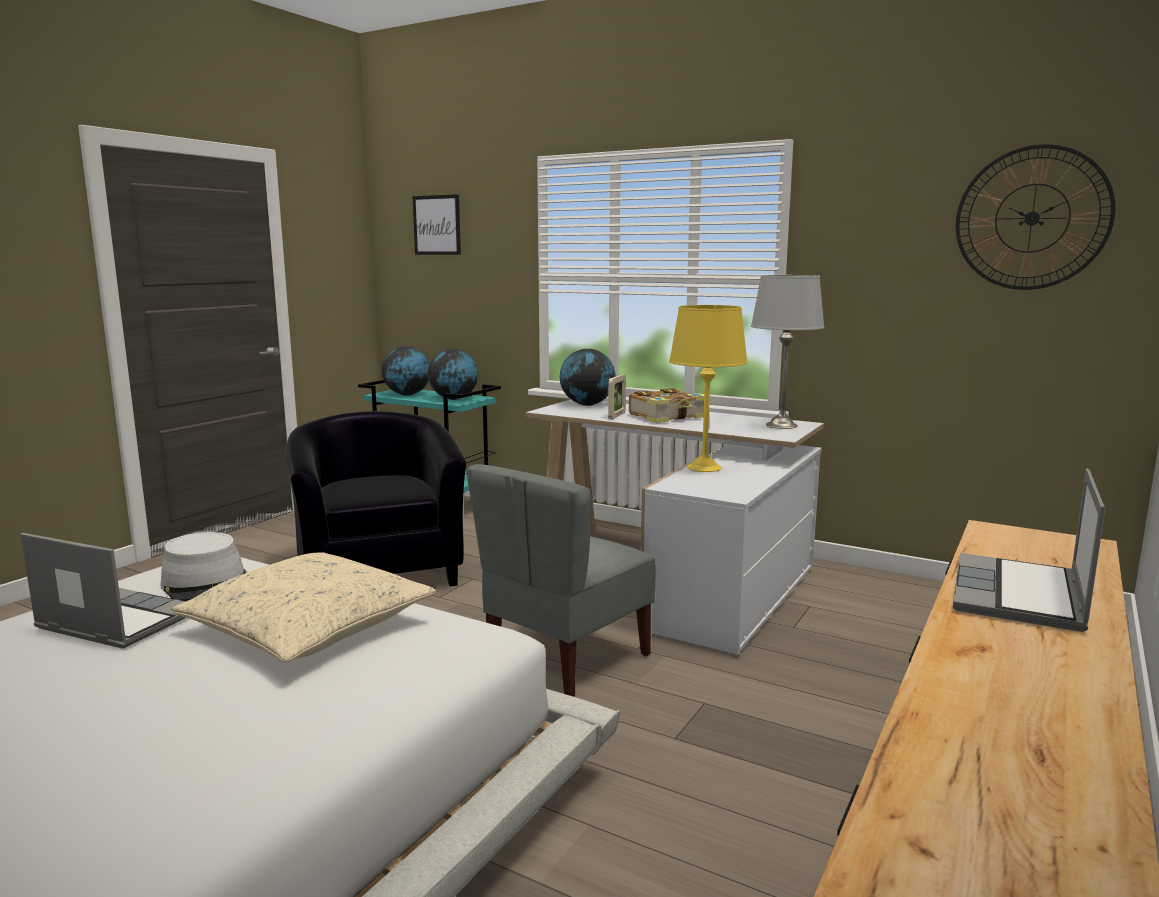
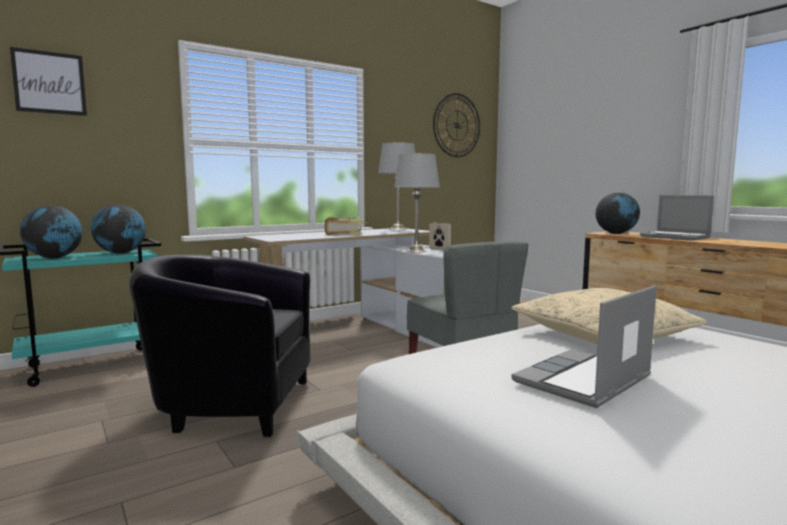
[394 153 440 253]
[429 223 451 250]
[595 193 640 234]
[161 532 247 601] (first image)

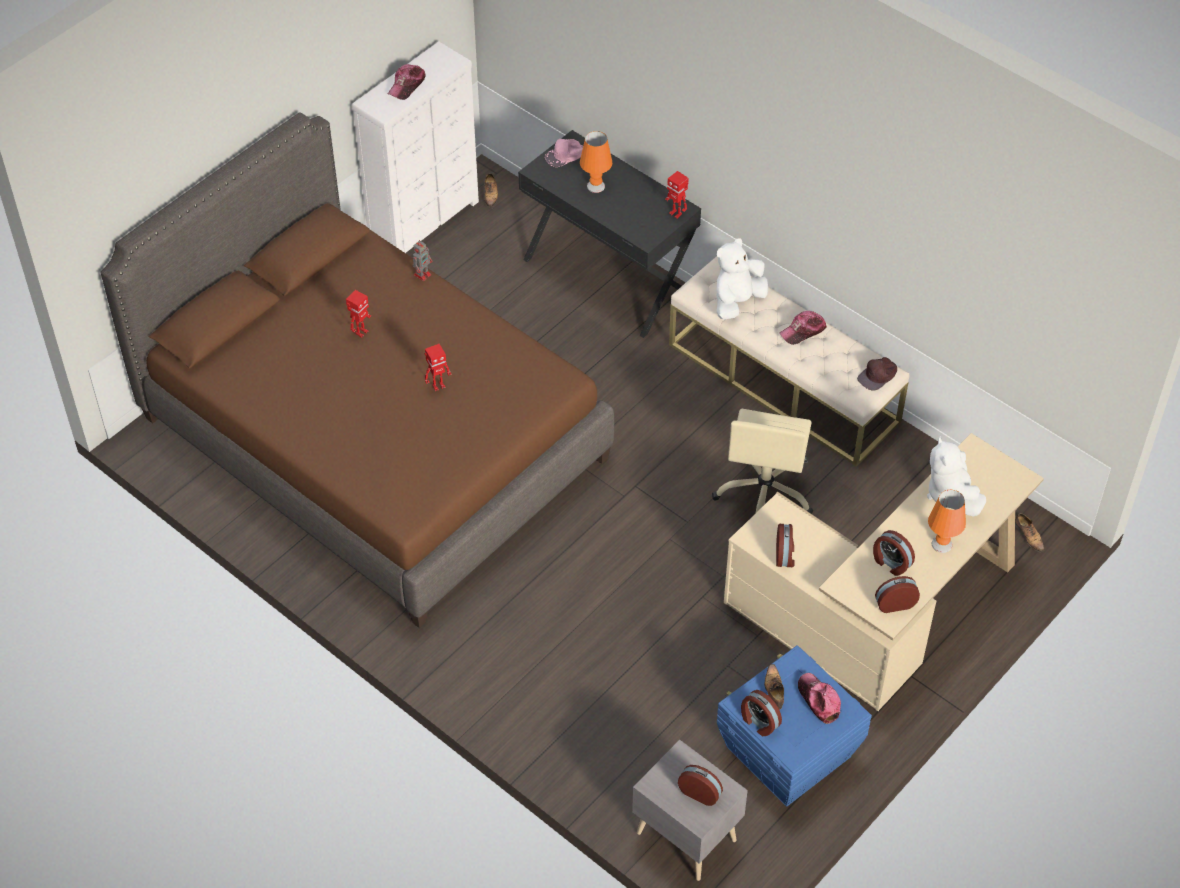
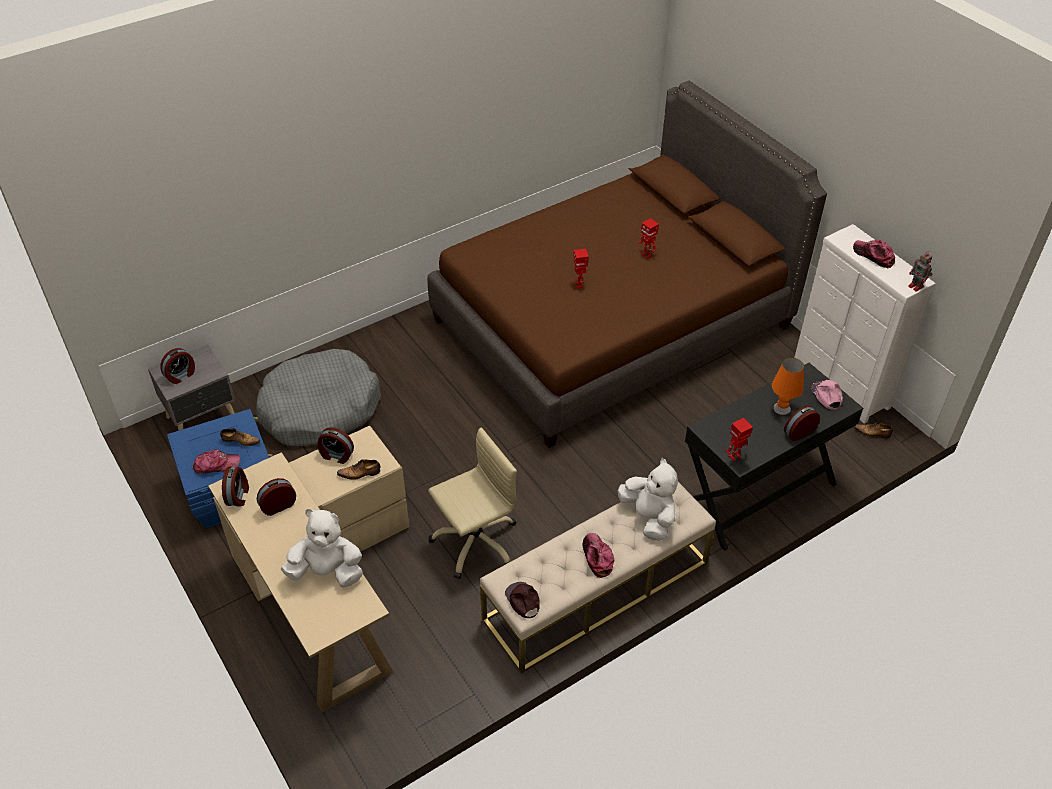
[256 349 381 446]
[337 459 380 480]
[428 428 517 579]
[784 406 820 441]
[908 251 932 292]
[928 490 966 553] (first image)

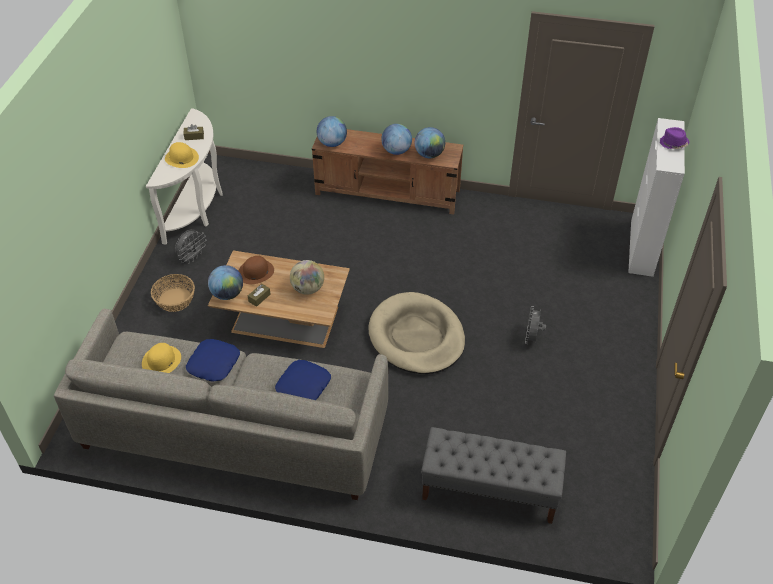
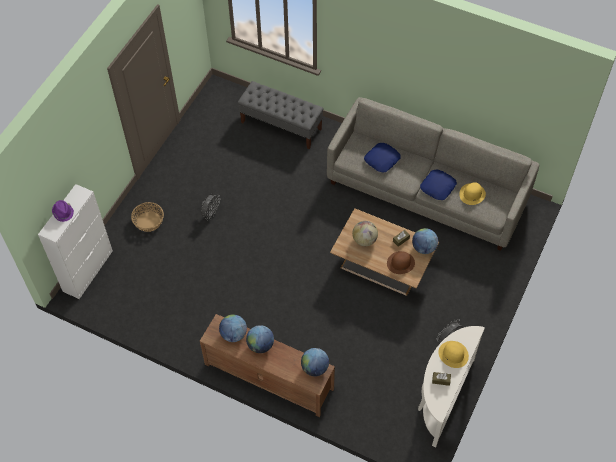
[131 202 164 232]
[368 292 465 374] (first image)

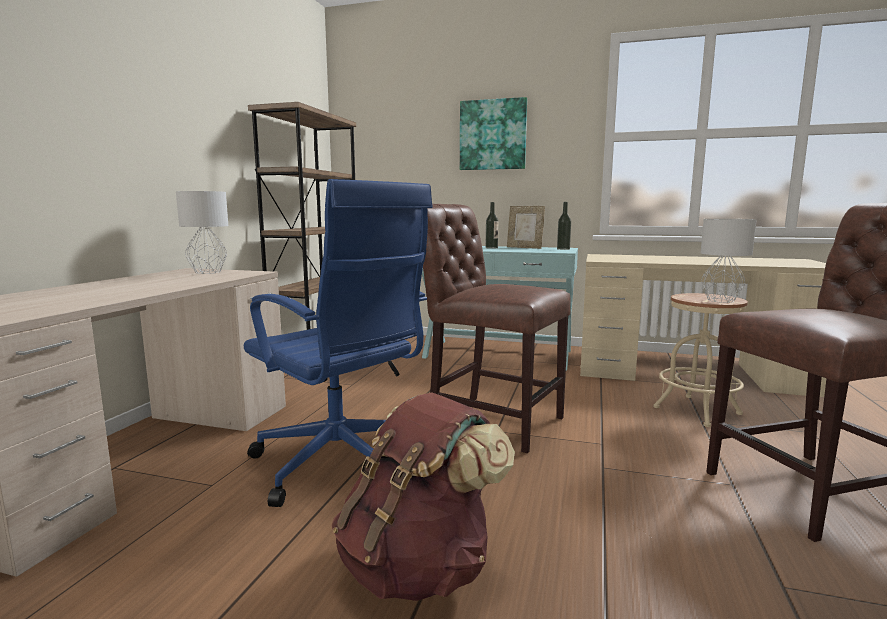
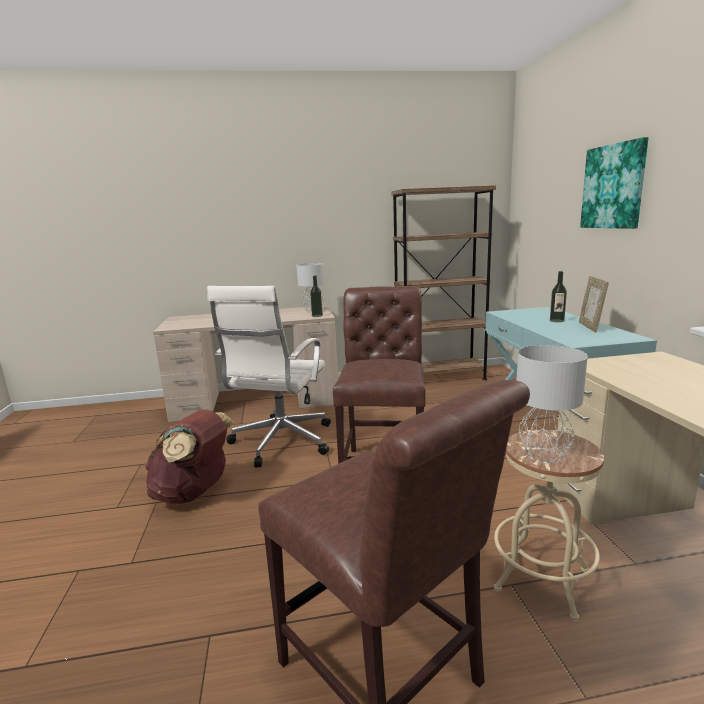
[207 286 331 467]
[310 276 323 317]

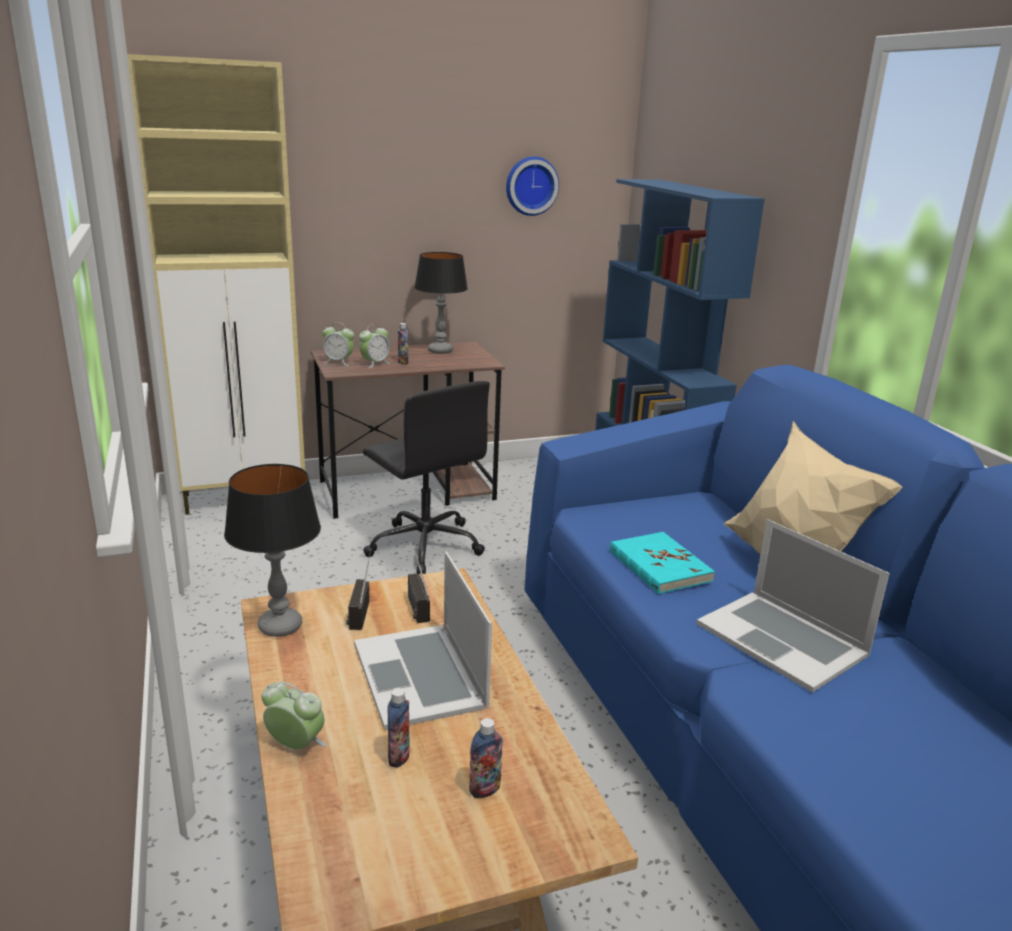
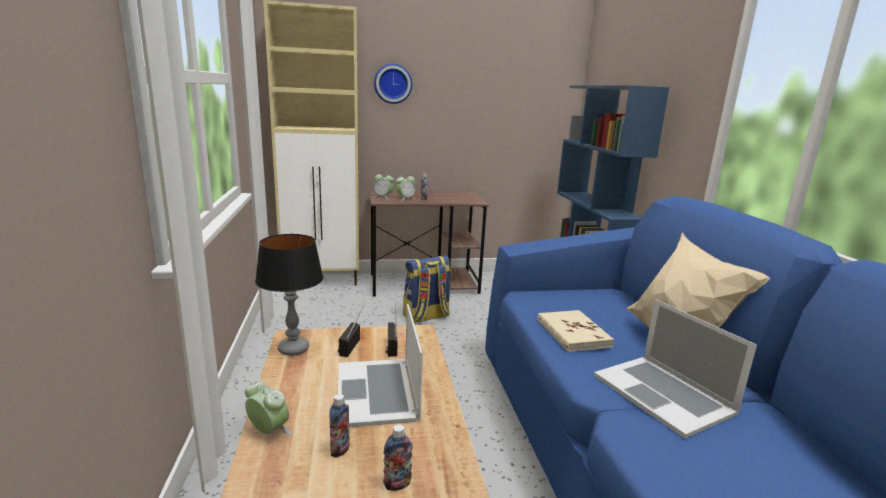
[374 64 412 104]
[403 256 451 323]
[537 310 614 352]
[414 252 468 354] (first image)

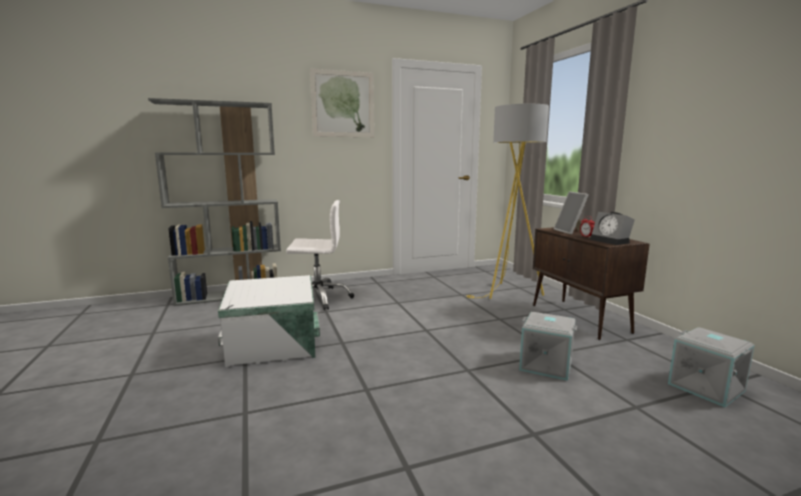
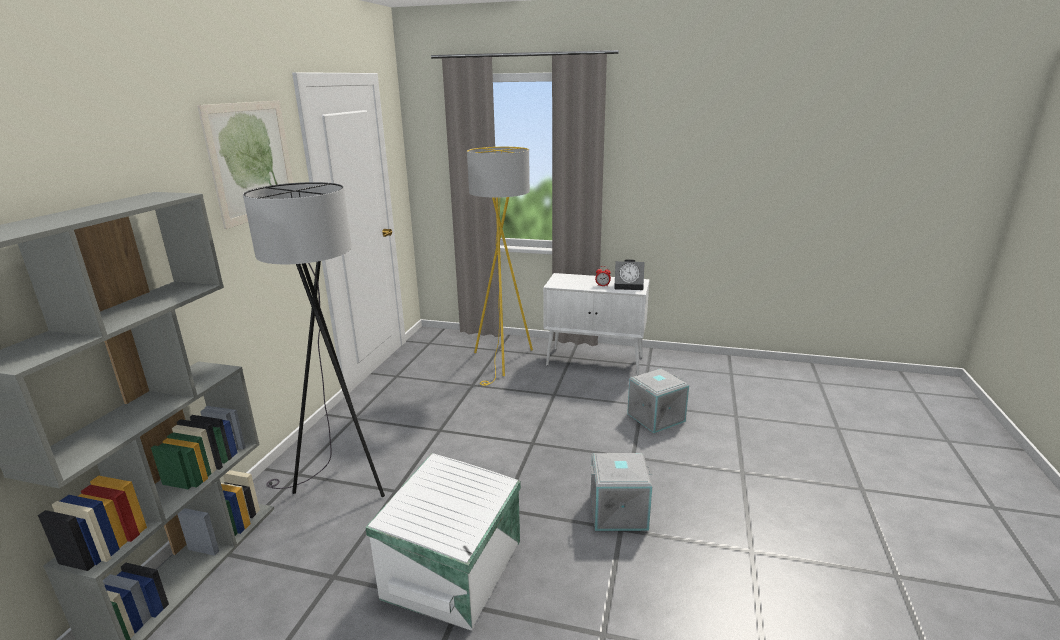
[243 182 385 497]
[543 273 650 375]
[590 453 653 531]
[554 191 589 235] (first image)

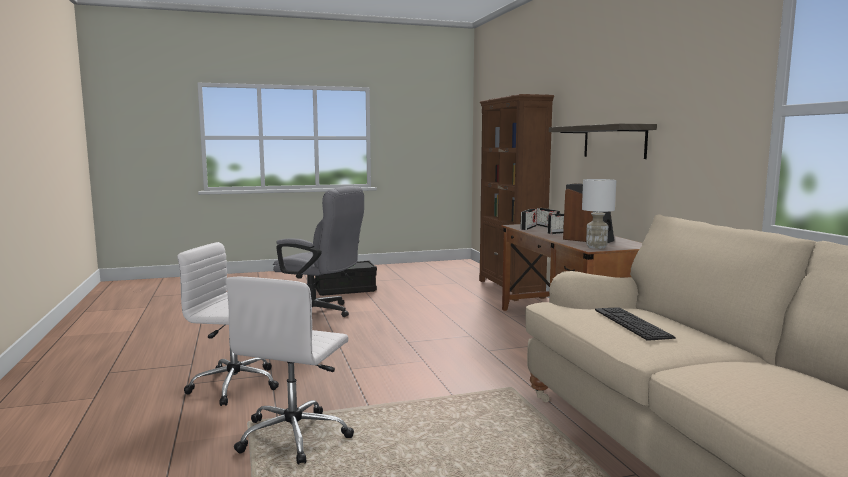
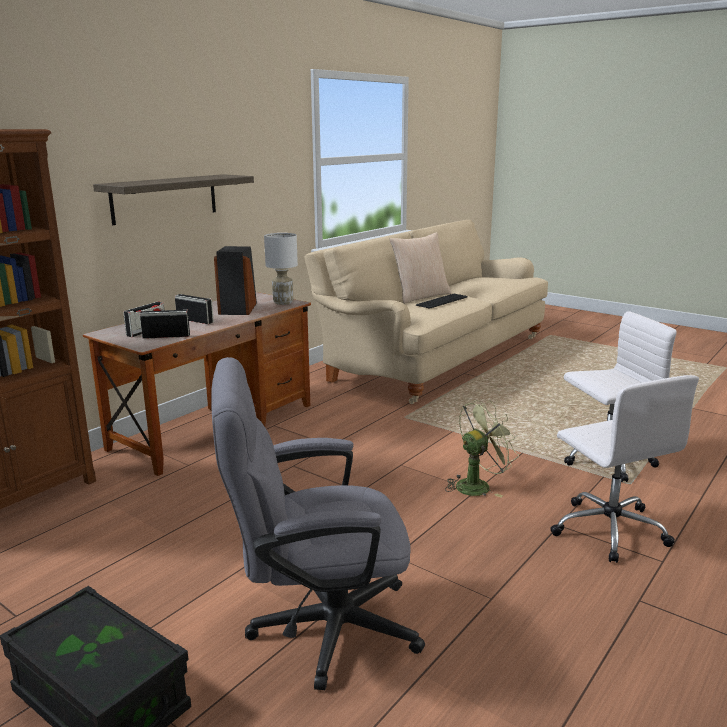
[211 357 425 690]
[389 232 451 304]
[445 400 519 497]

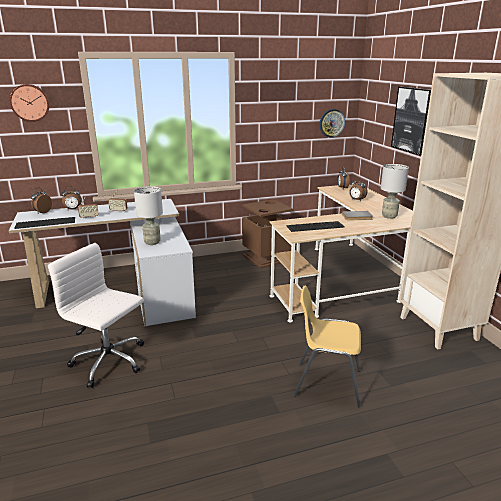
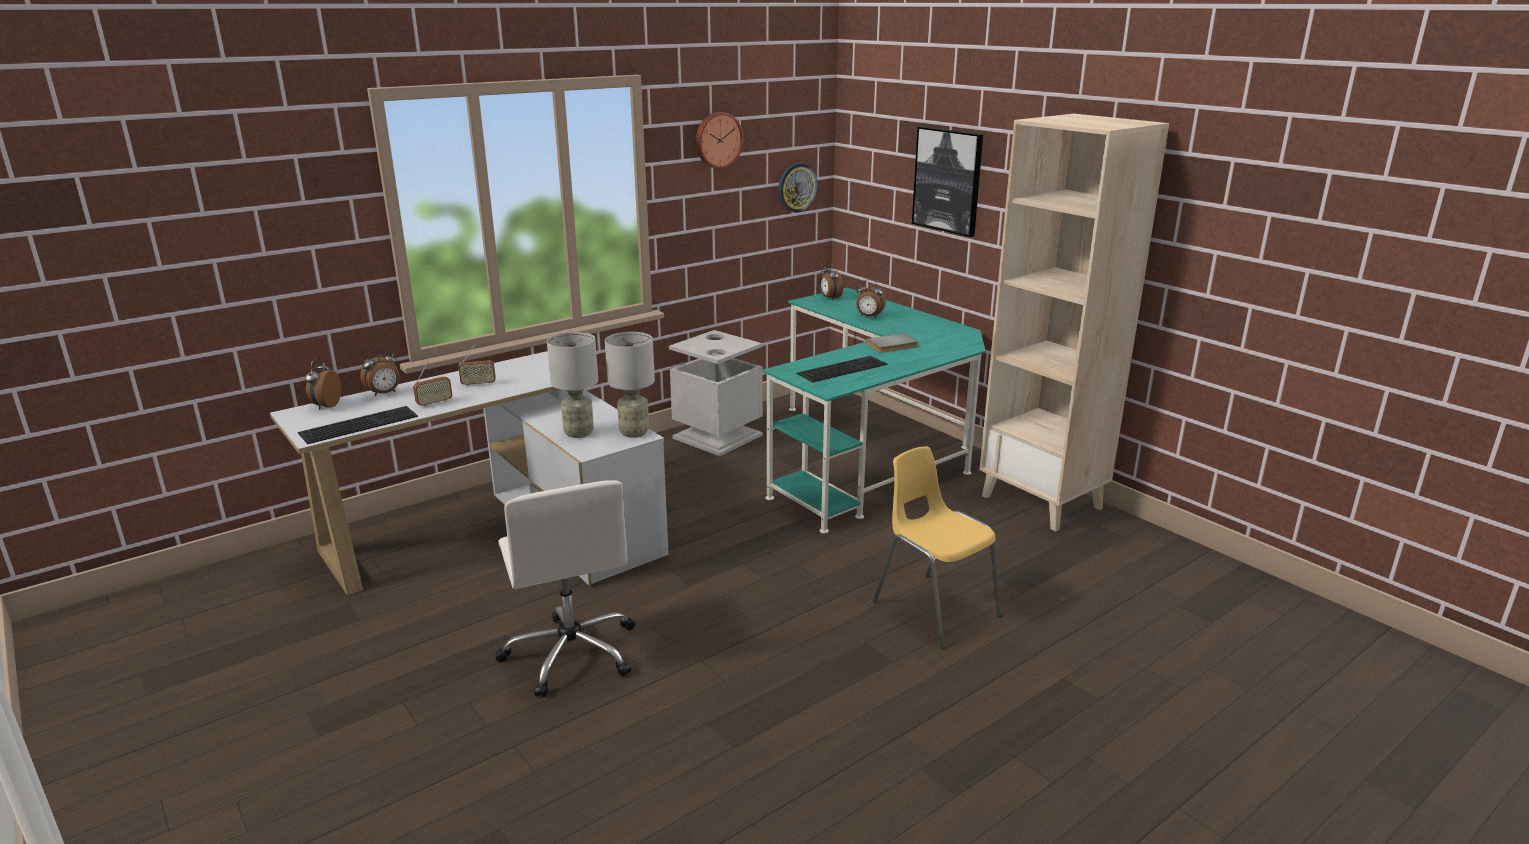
[495 480 635 697]
[605 332 655 438]
[669 330 763 456]
[696 112 744 169]
[763 288 986 534]
[873 446 1002 648]

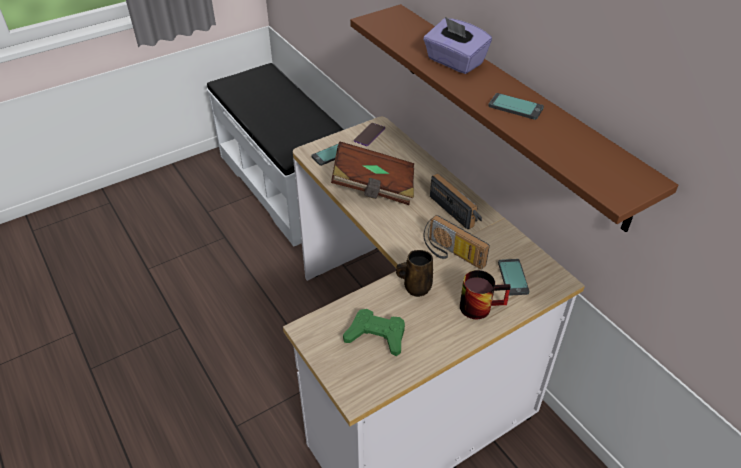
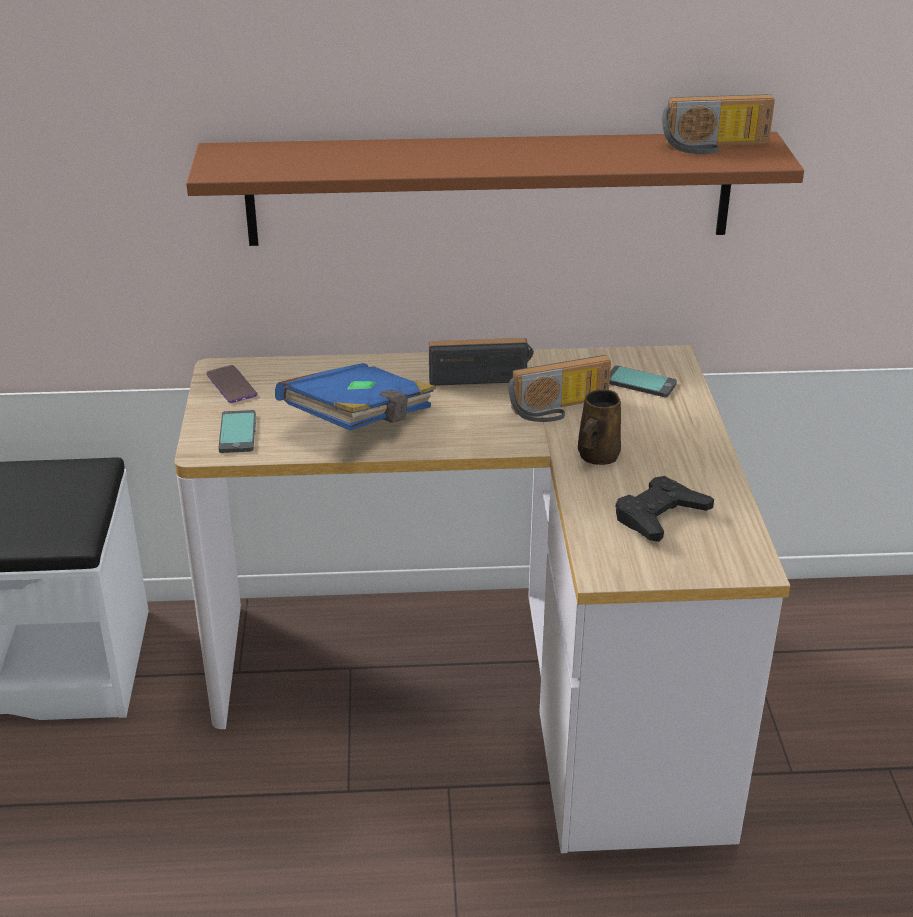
[275 363 436 431]
[616 476 714 542]
[662 94 775 154]
[423 17 492 74] (first image)
[460 270 511 319] (first image)
[489 93 544 120] (first image)

